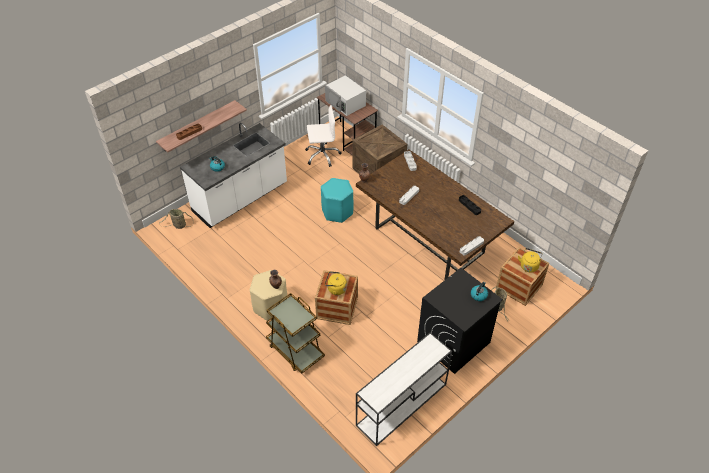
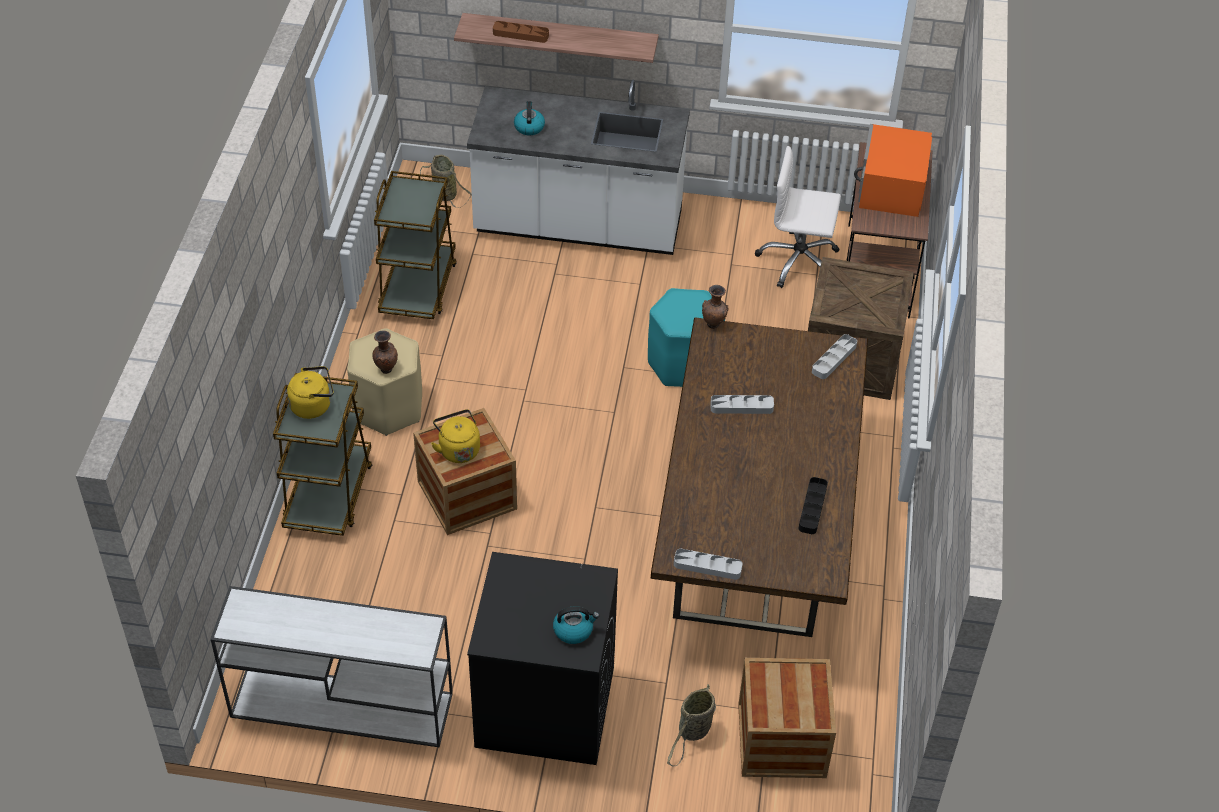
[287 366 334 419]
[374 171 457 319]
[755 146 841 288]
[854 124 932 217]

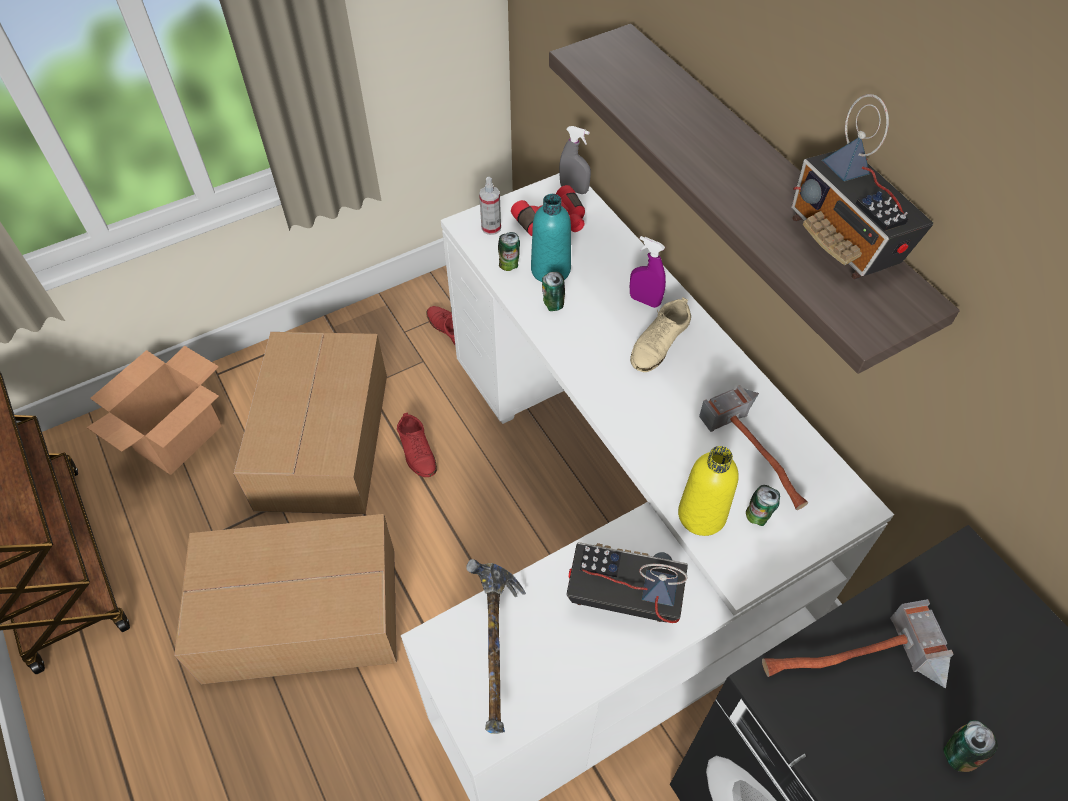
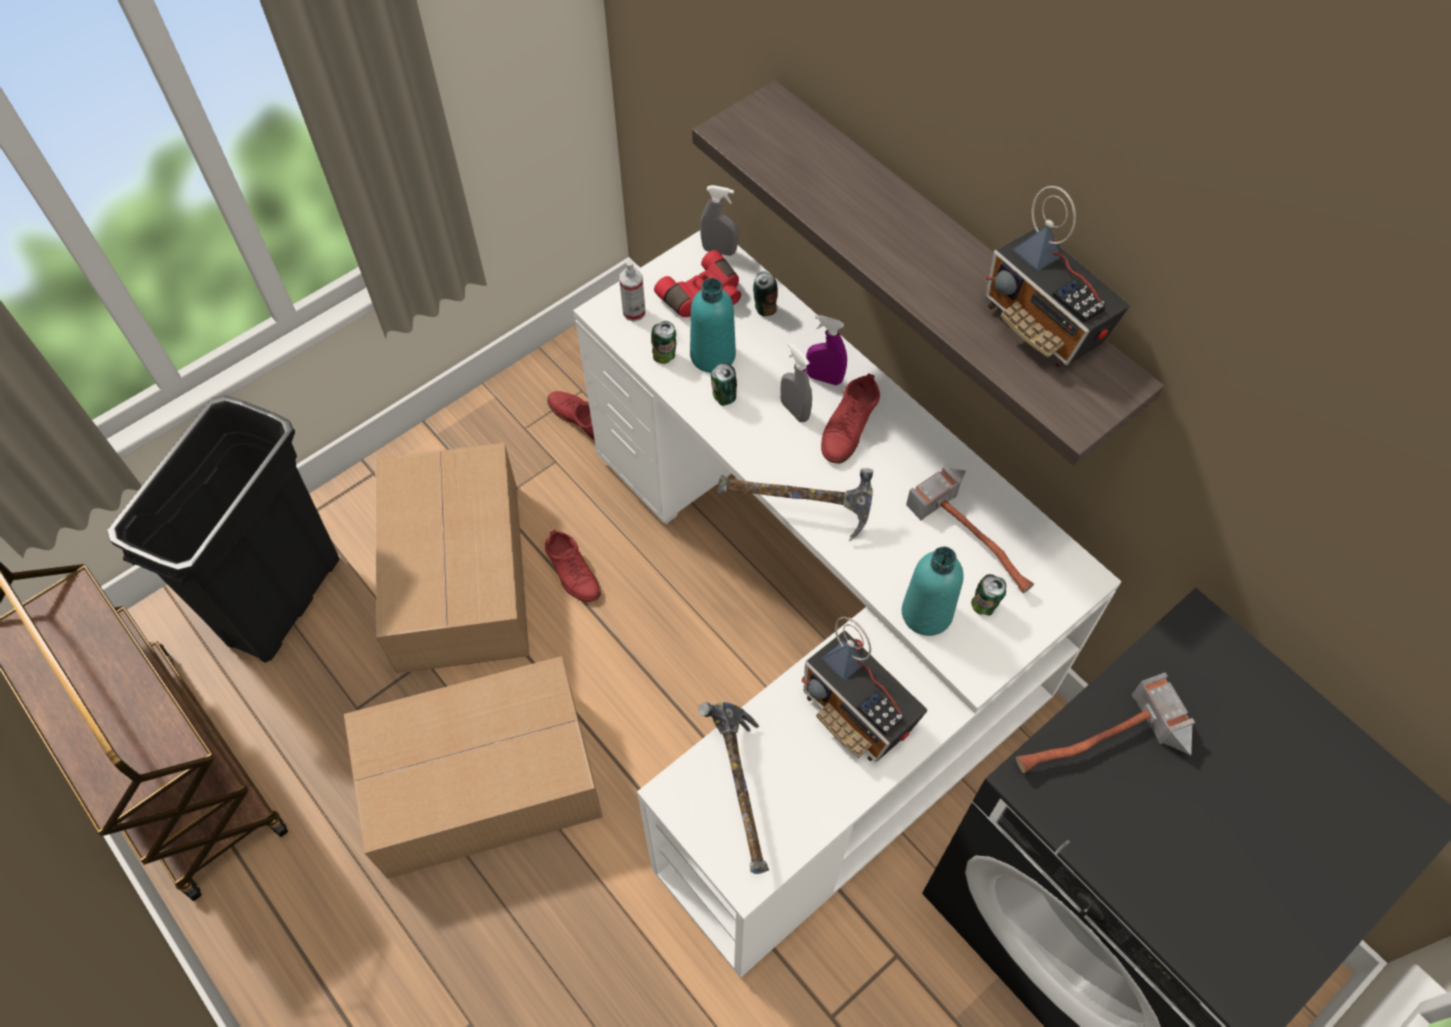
[107 395 339 662]
[718 468 873 541]
[753 271 778 316]
[780 342 812 422]
[802 617 927 762]
[821 373 880 464]
[902 547 963 636]

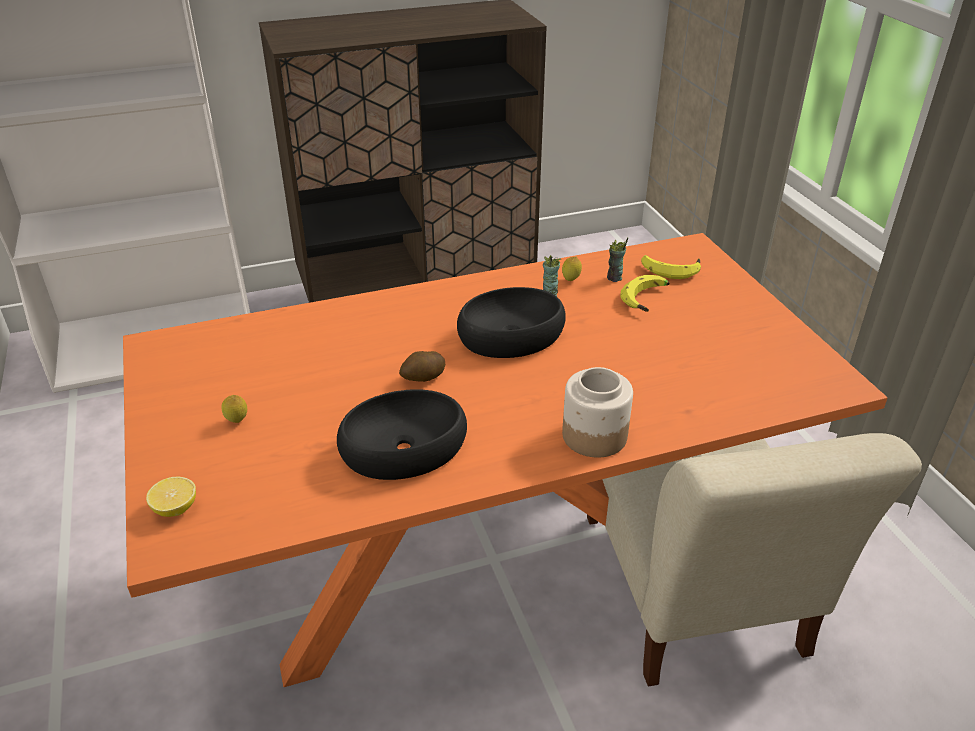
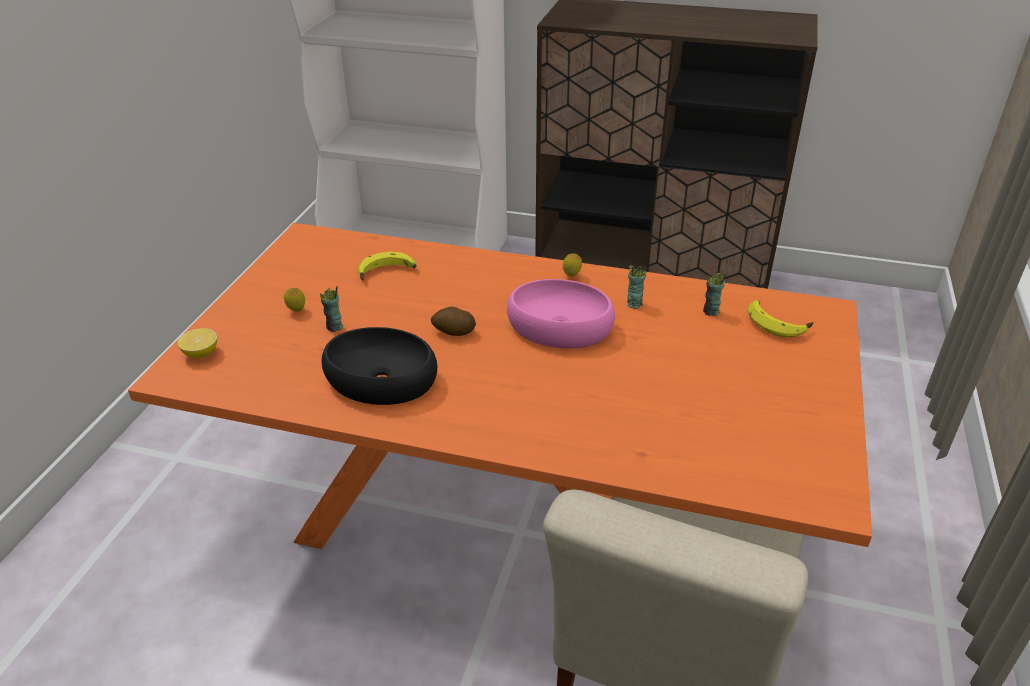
[320 286 343 332]
[357 252 416 280]
[507 279 615 349]
[563 253 582 277]
[562 367 633 458] (first image)

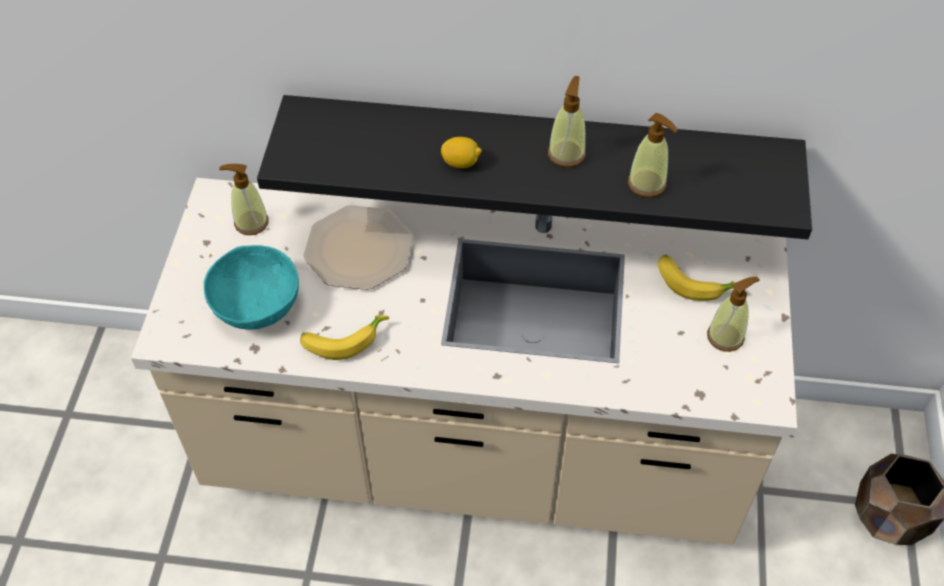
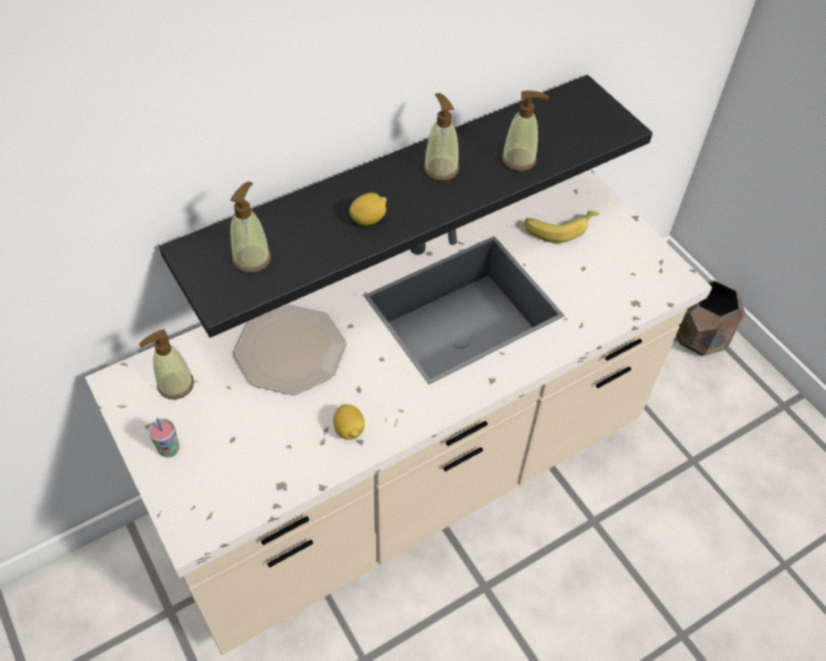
[148 418 180 458]
[230 181 271 273]
[333 404 365 440]
[204 245 299 330] (first image)

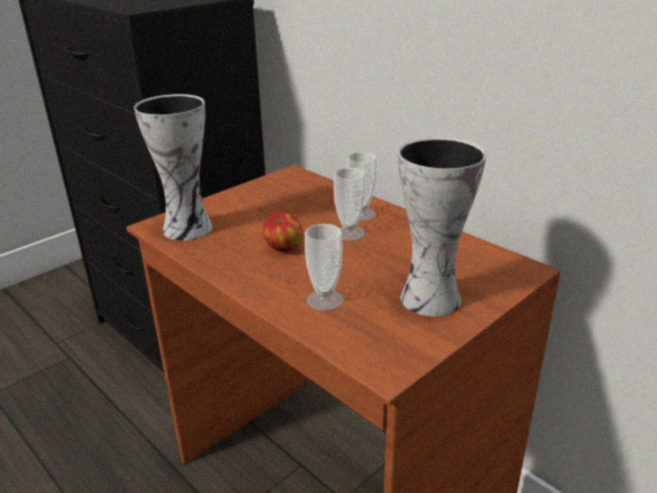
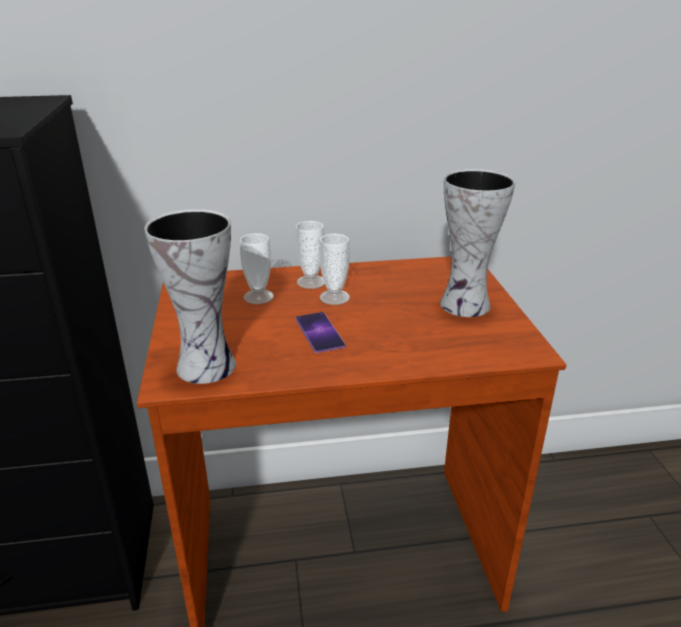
[239 233 274 304]
[295 312 346 353]

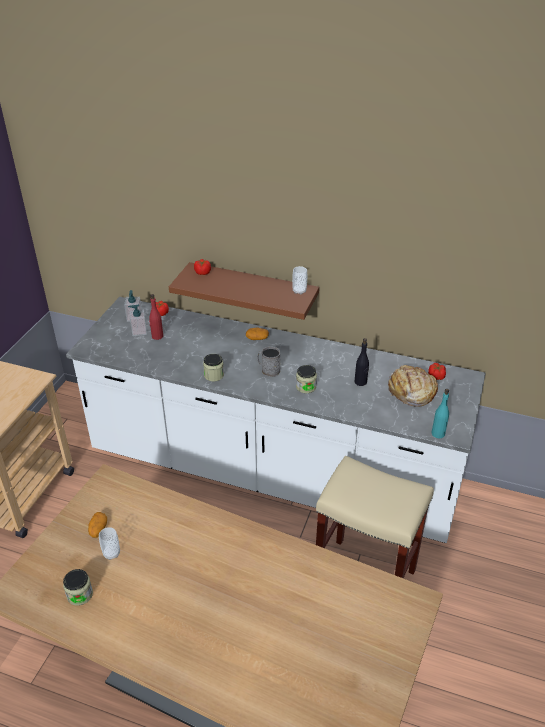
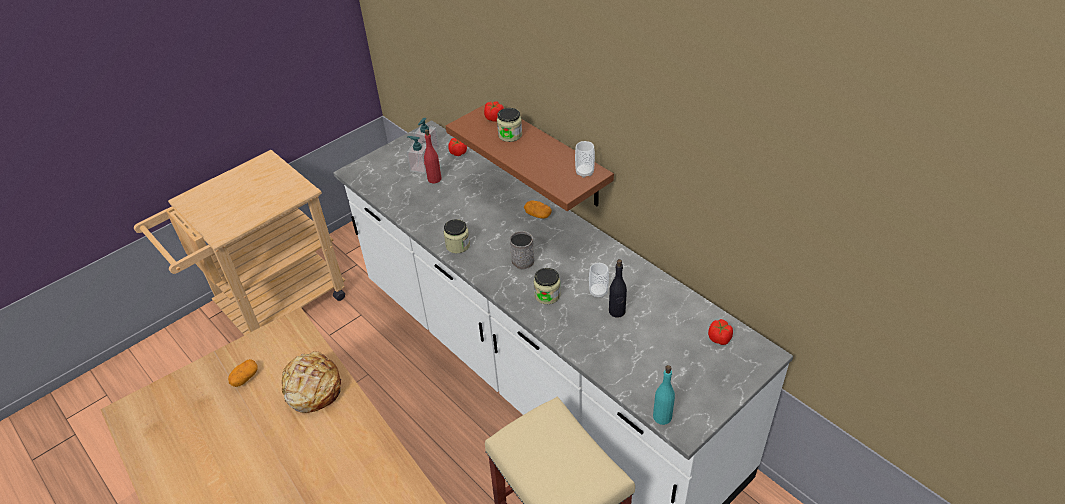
[282 351 341 413]
[497 108 522 142]
[589 263 609 298]

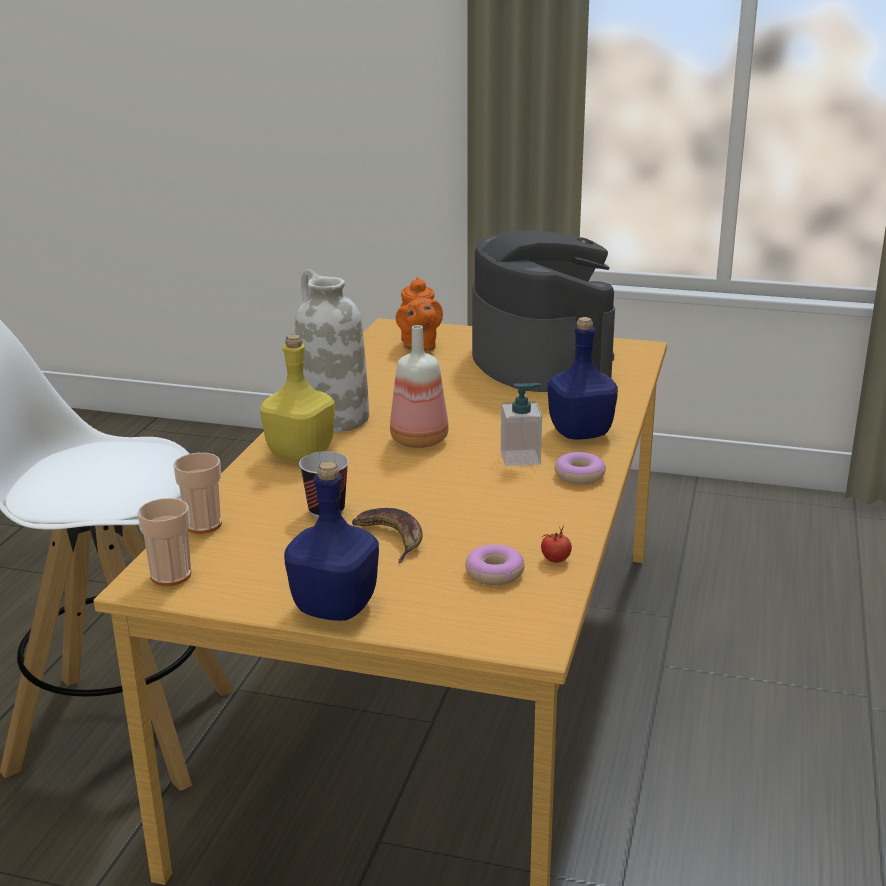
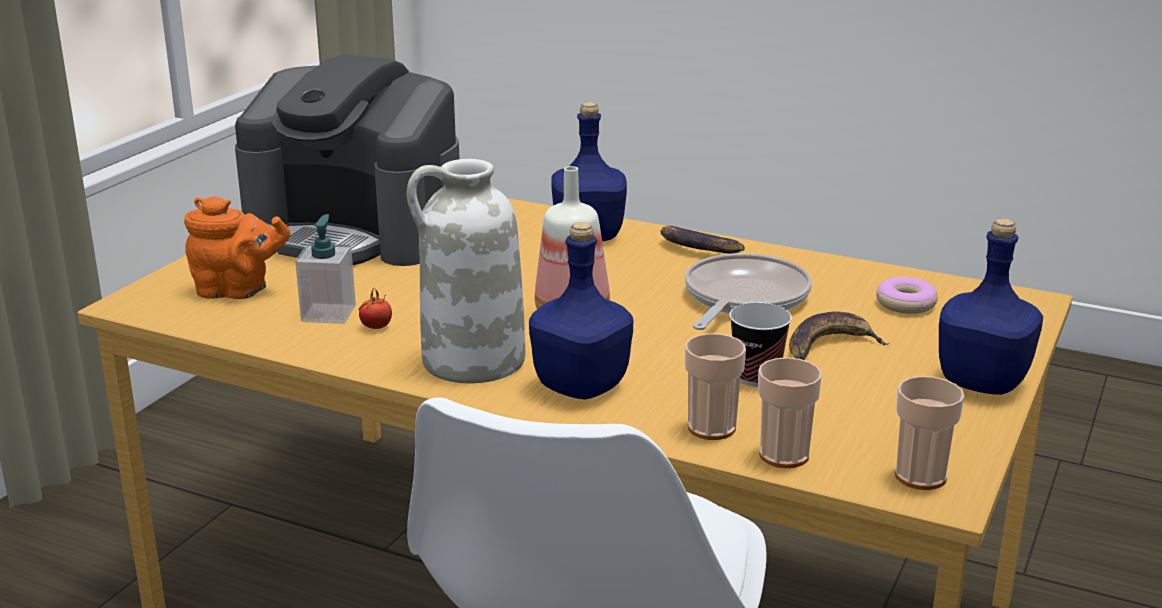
[235 54 460 266]
[295 214 356 324]
[359 289 392 329]
[529 222 633 400]
[661 226 745 254]
[685 253 812 330]
[685 334 746 440]

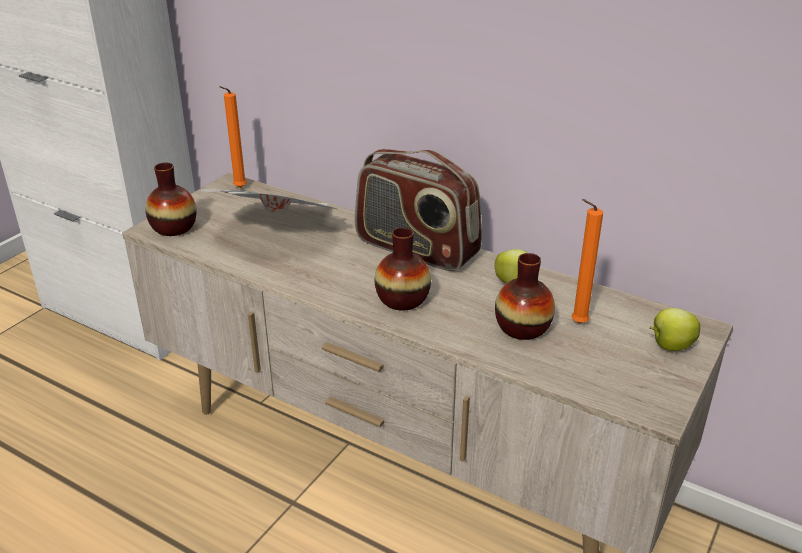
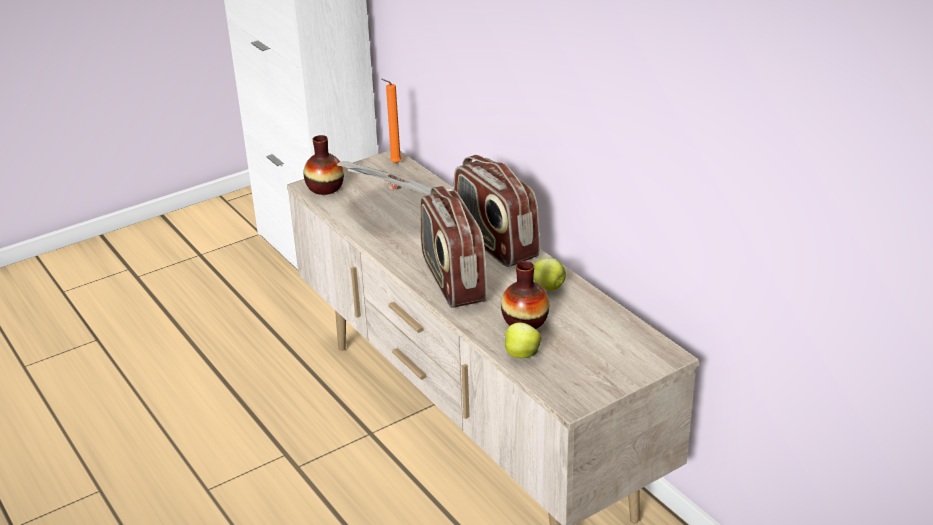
[420 186 487 308]
[503 323 541 358]
[572 199 603 324] (first image)

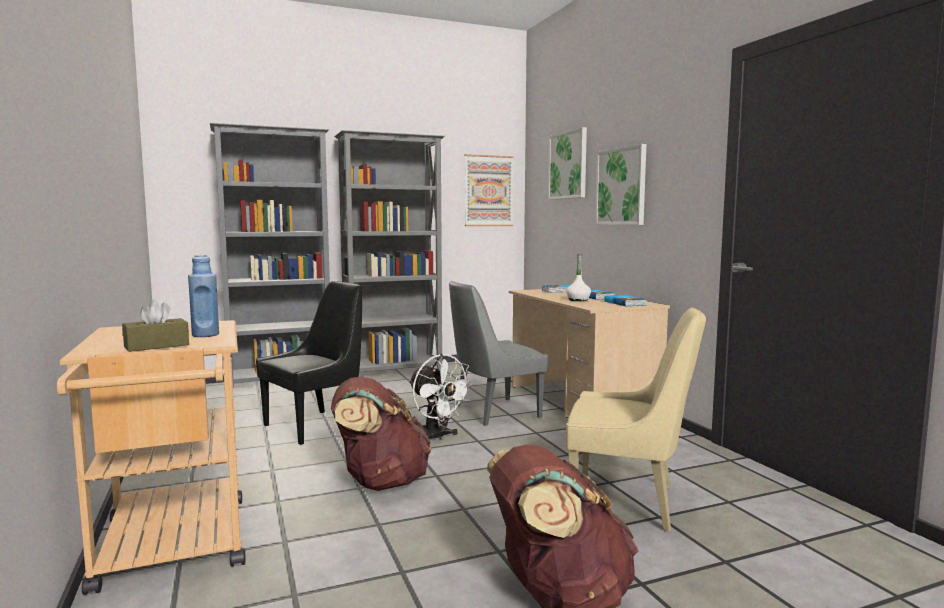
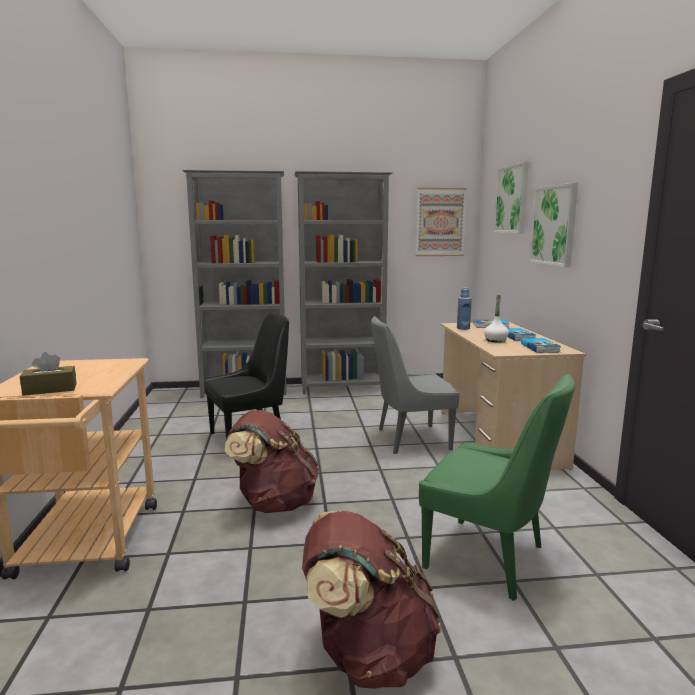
[419 374 575 601]
[457 287 472 330]
[409 354 474 440] (first image)

